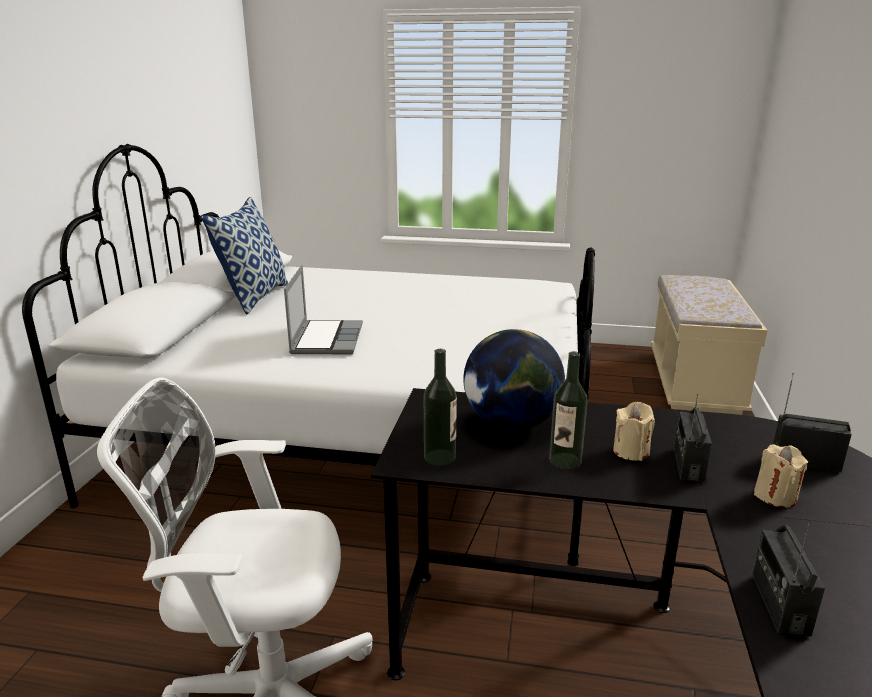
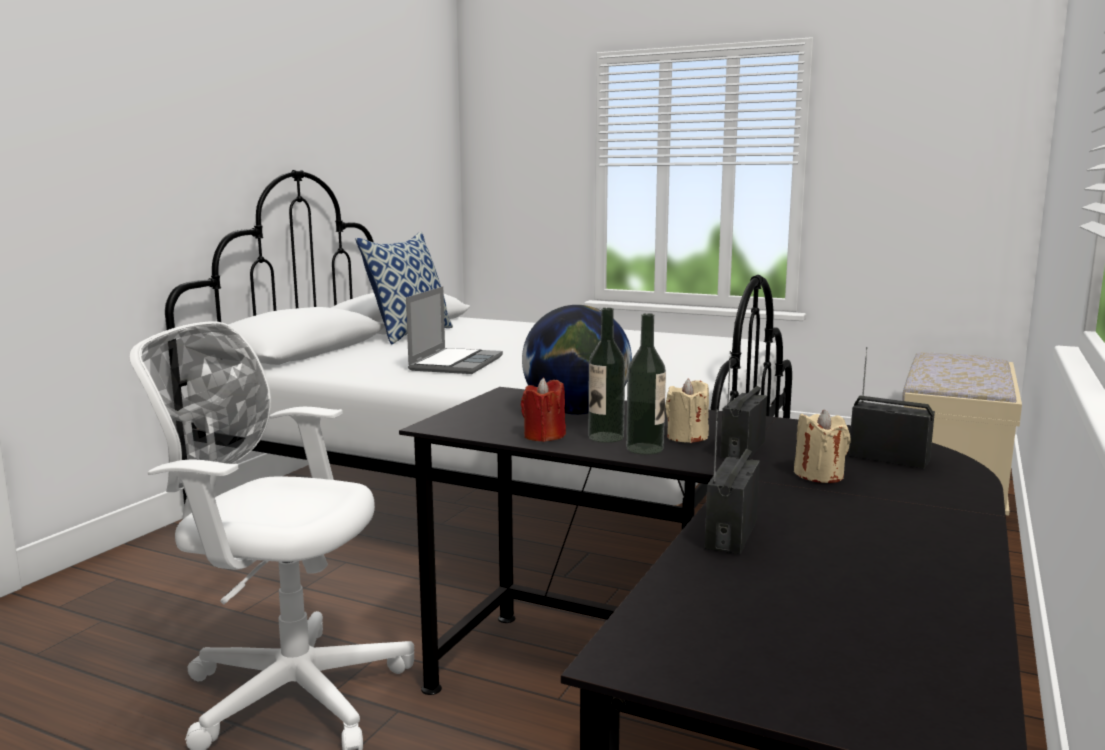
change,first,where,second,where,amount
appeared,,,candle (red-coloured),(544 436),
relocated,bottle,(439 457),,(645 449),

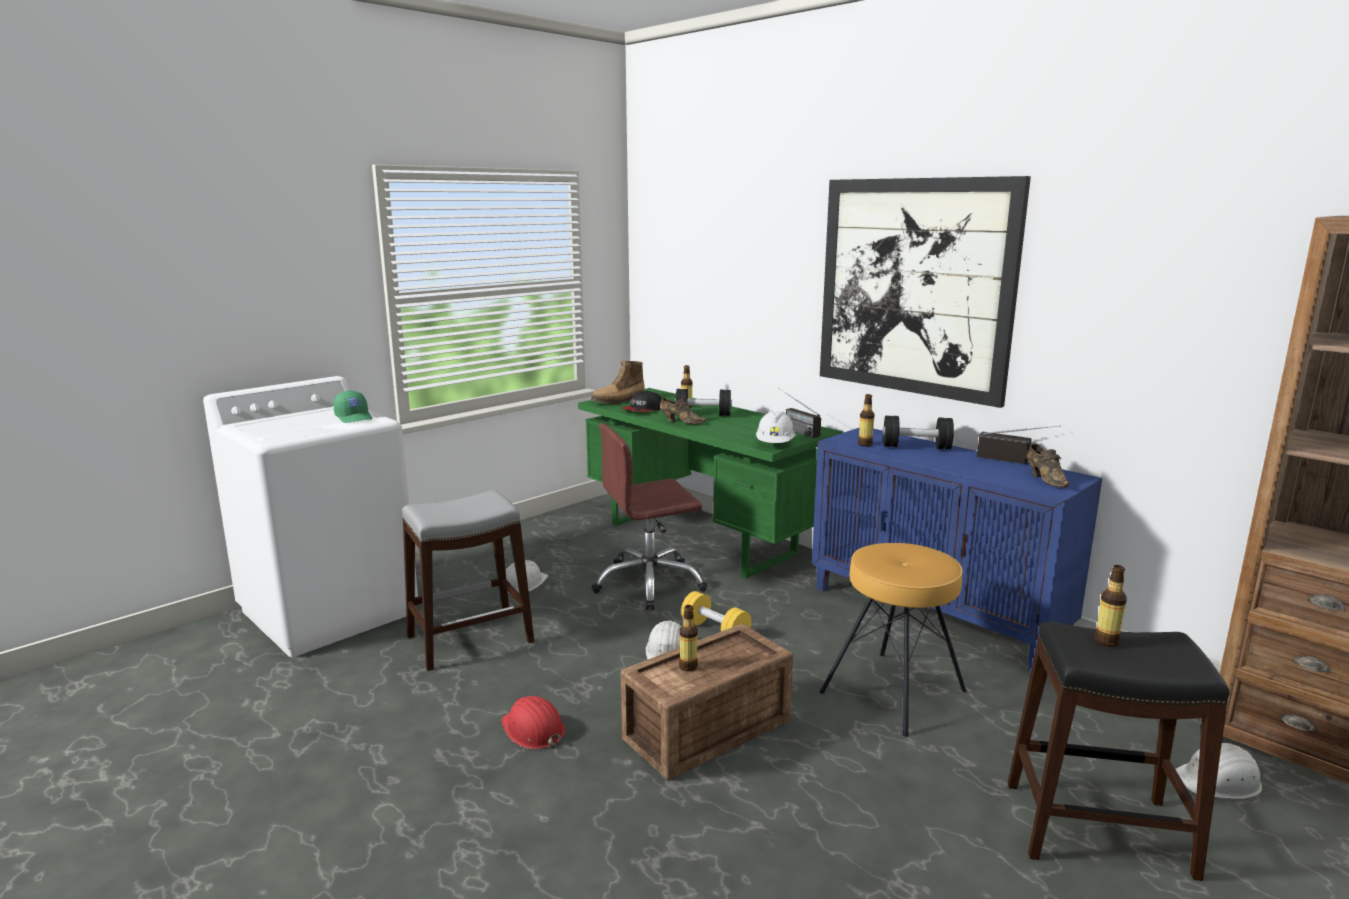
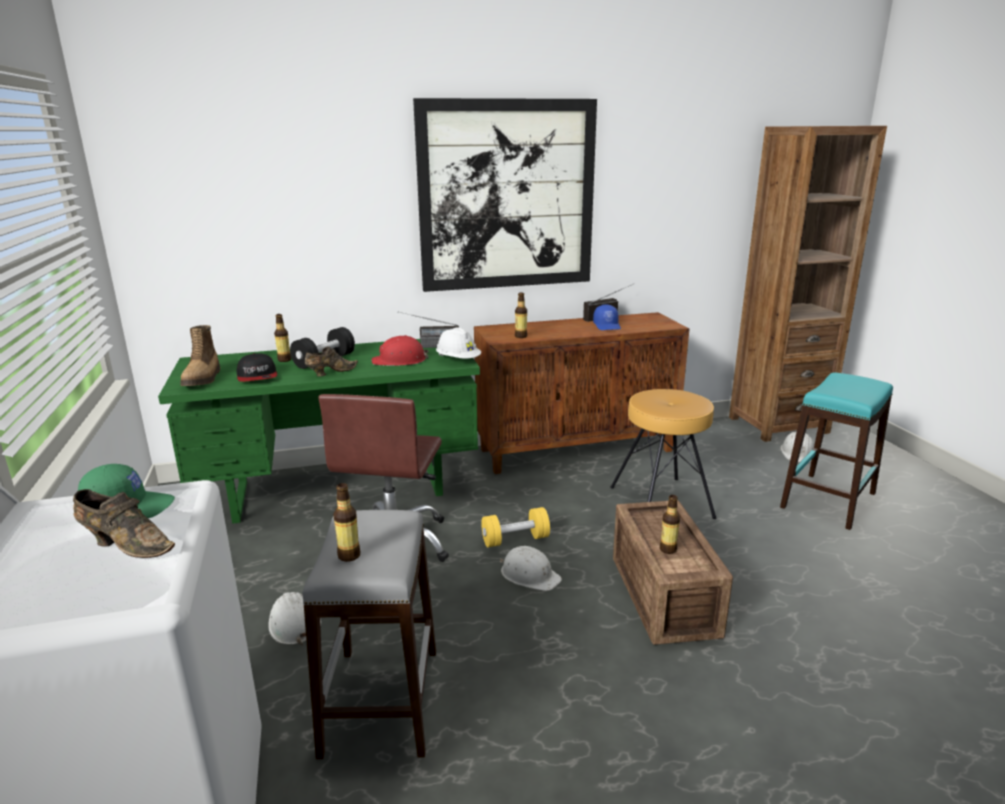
change,first,where,second,where,amount
missing,hand weight (black-coloured),(916 447),,,
appeared,,,cap (bluish),(607 326),
relocated,work helmet (red-coloured),(533 730),,(400 360),
relocated,low shoe (brown-coloured),(1045 479),,(126 545),
relocated,bottle,(1106 641),,(349 555),
colour,cabinet (bluish),(936 615),cabinet (brown-coloured),(576 449),
colour,stool (black-coloured),(1098 830),stool (turquoise),(829 500),

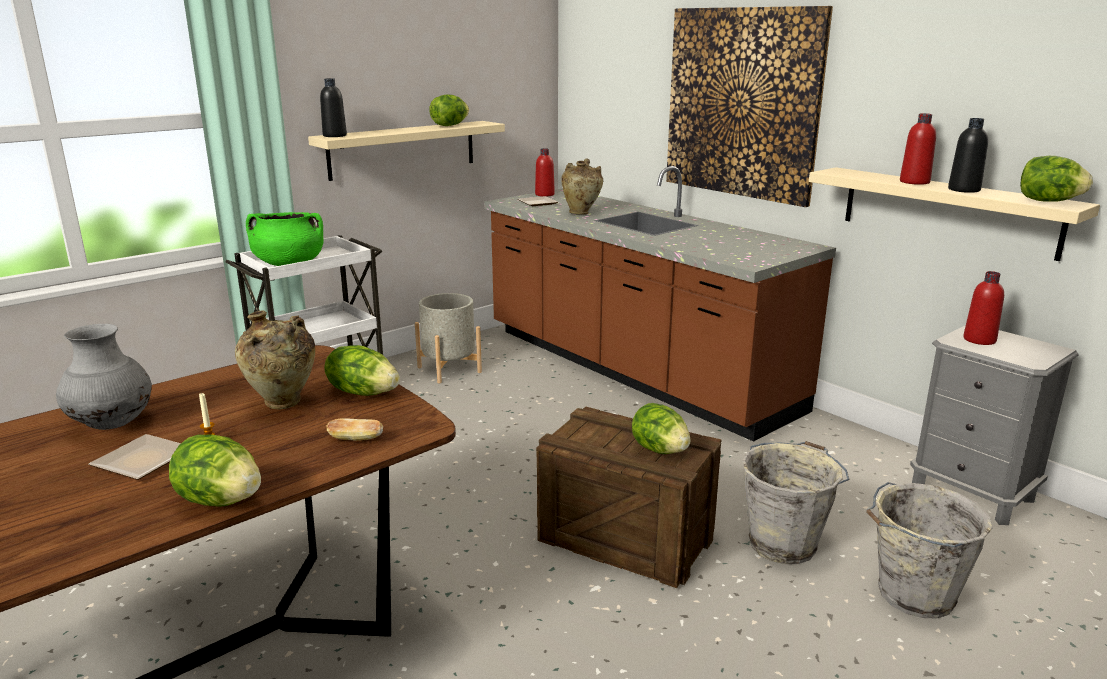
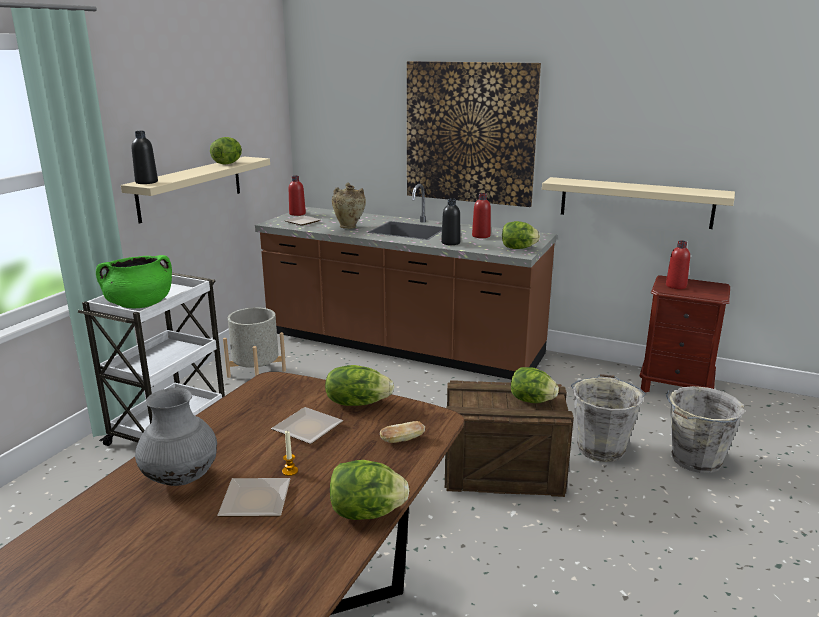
change,first,where,second,where,amount
relocated,bottle (red-coloured),(914 182),,(481 236),
relocated,bottle (black-coloured),(964 190),,(450 243),
relocated,lettuce,(1048 201),,(518 248),
exchanged,vase (beige-coloured),(283 405),dinner plate,(307 427),
colour,bedside table (gray),(972 493),bedside table (brown-coloured),(676 387),

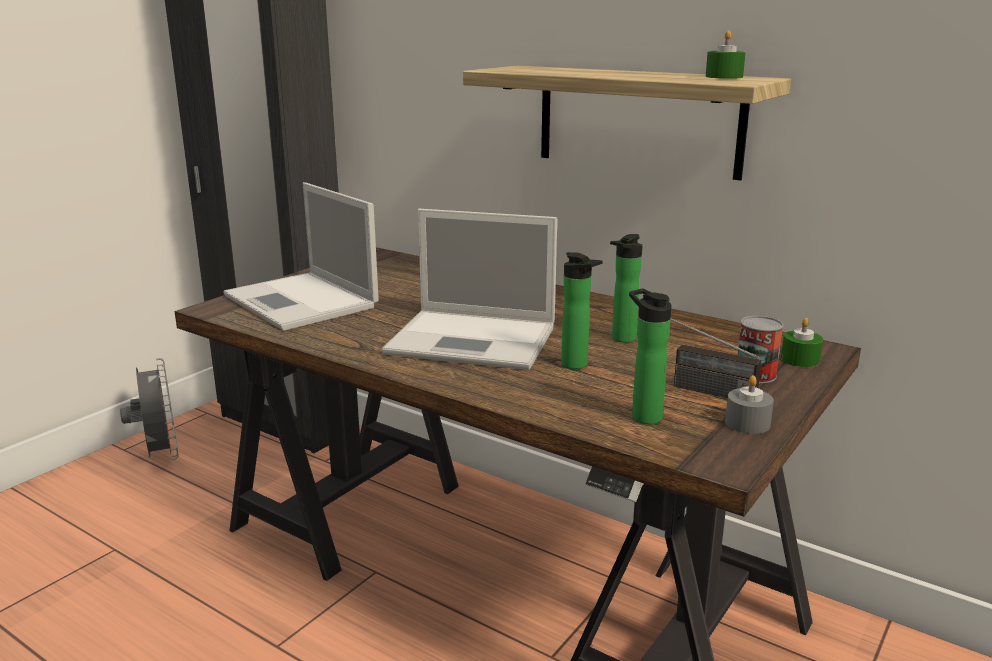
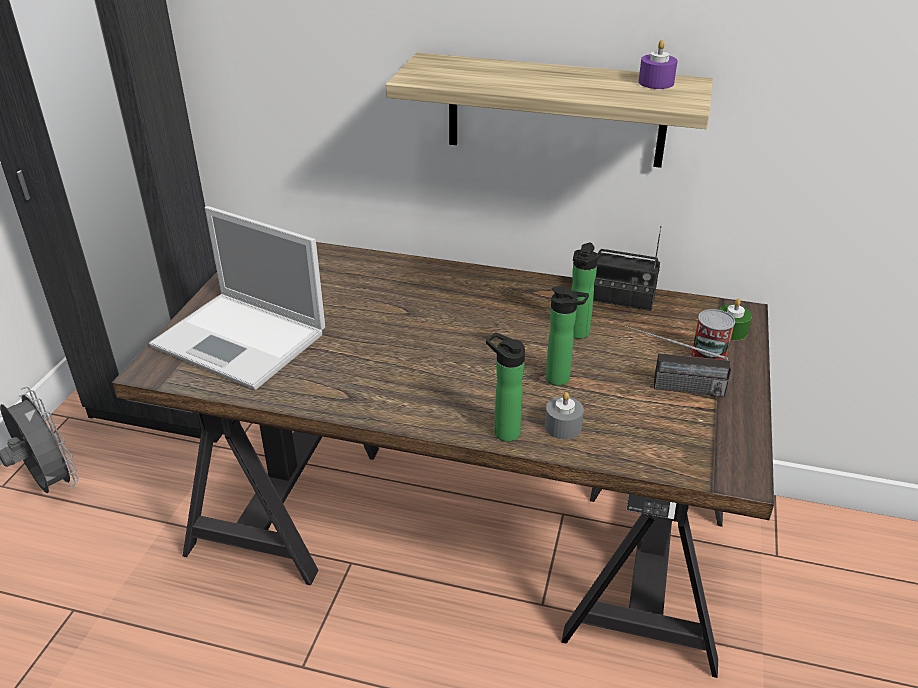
change,first,where,second,where,amount
missing,portable computer,(475 340),,,
appeared,,,radio,(622 300),
relocated,bottle,(643 416),,(503 431),
relocated,candle (gray),(747 423),,(563 426),
colour,candle (green-coloured),(724 77),candle (purplish),(656 82),

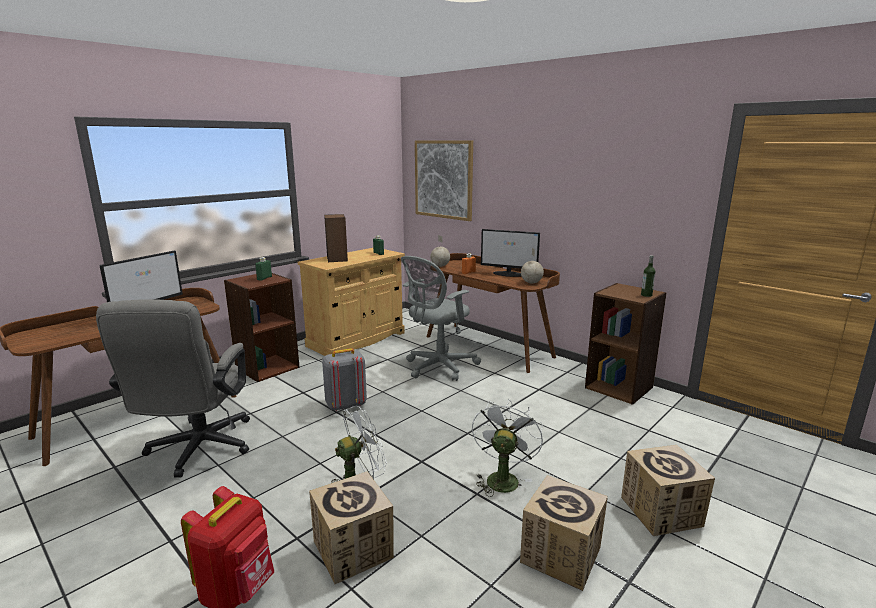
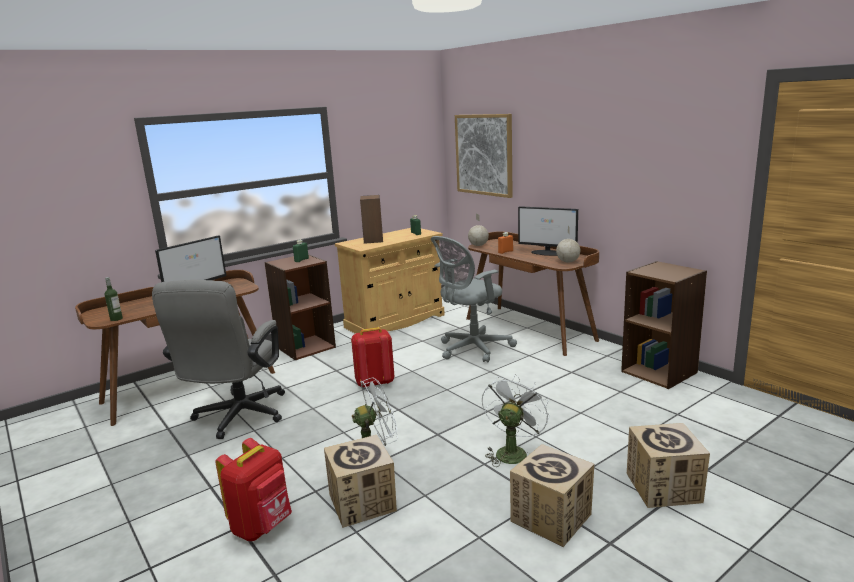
change,first,where,second,where,amount
relocated,bottle,(646 295),,(116 319),
colour,backpack (gray),(345 405),backpack (red-coloured),(374 382),

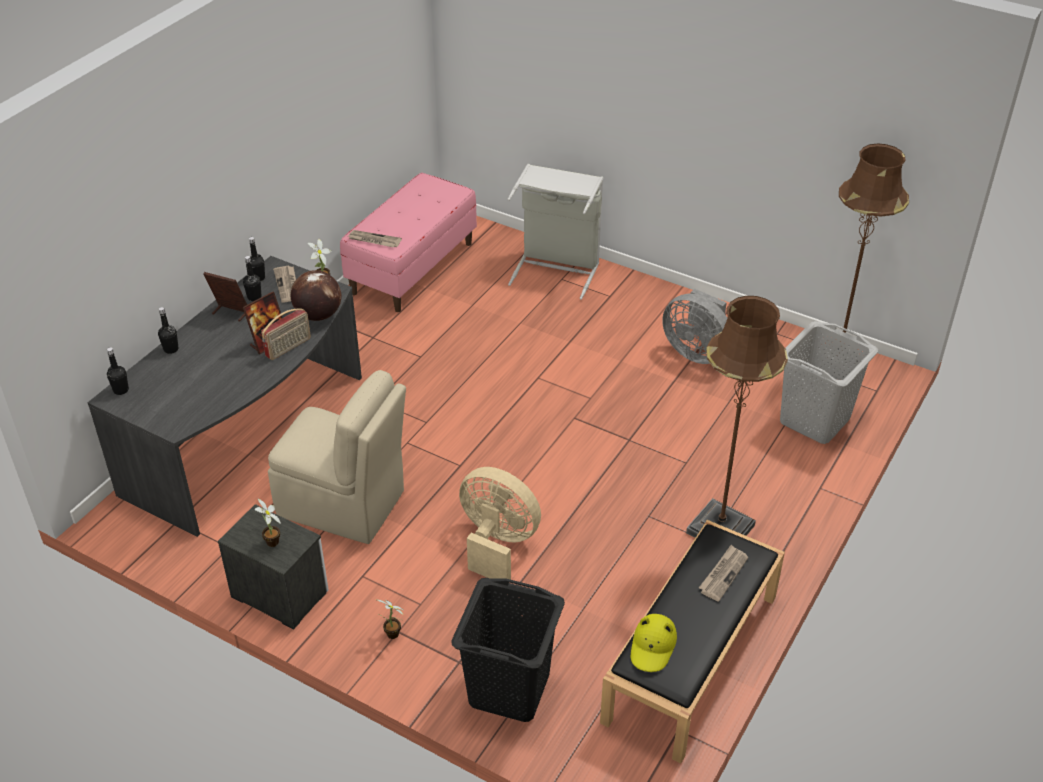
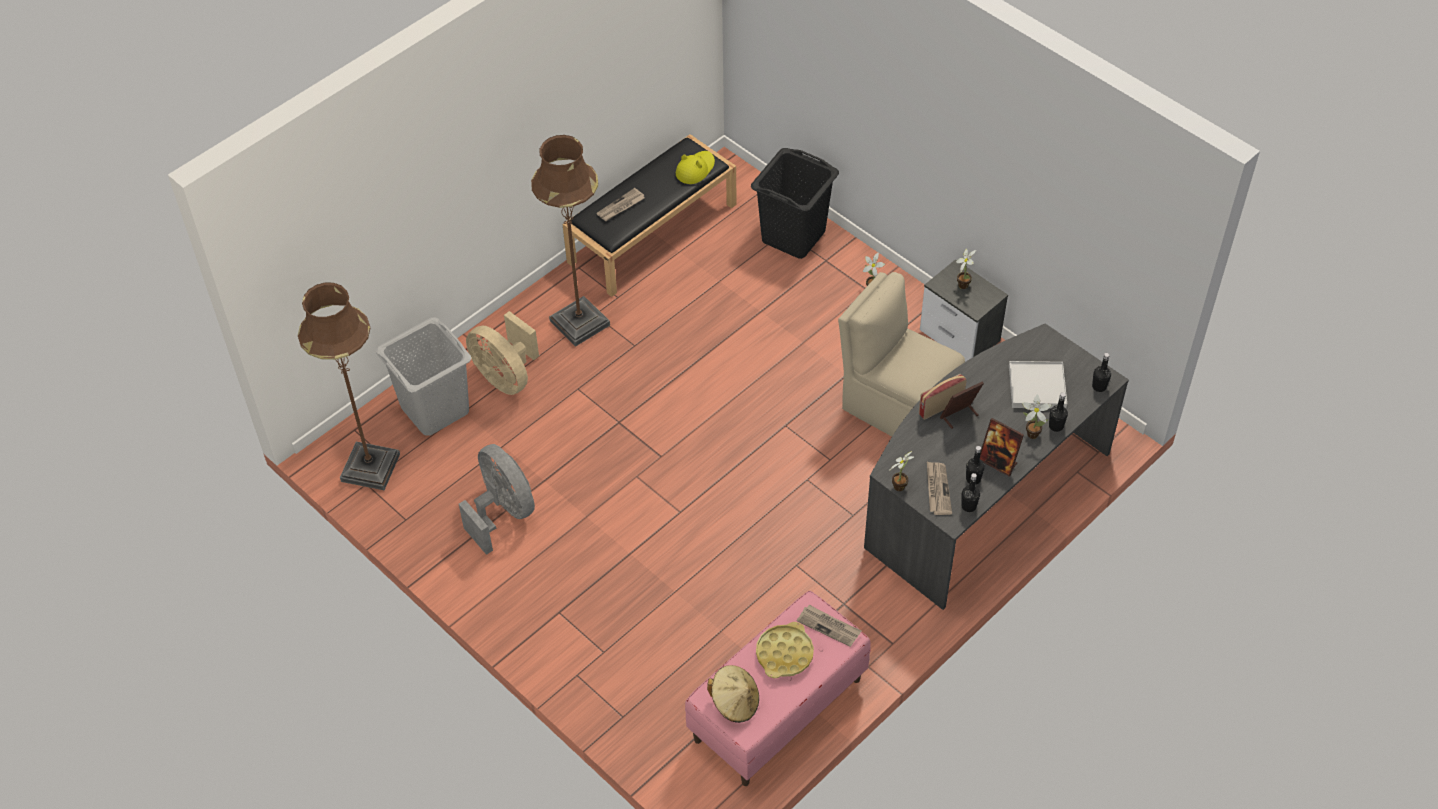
change,first,where,second,where,amount
missing,world globe,(318 315),,,
missing,washing basket (gray),(556 269),,,
appeared,,,wearable hat (beige-coloured),(735 702),
appeared,,,serving tray (yellow-coloured),(784 654),
appeared,,,serving tray (white),(1036 387),
appeared,,,houseplant,(1030 433),
relocated,cooling fan (beige-coloured),(497 543),,(506 377),

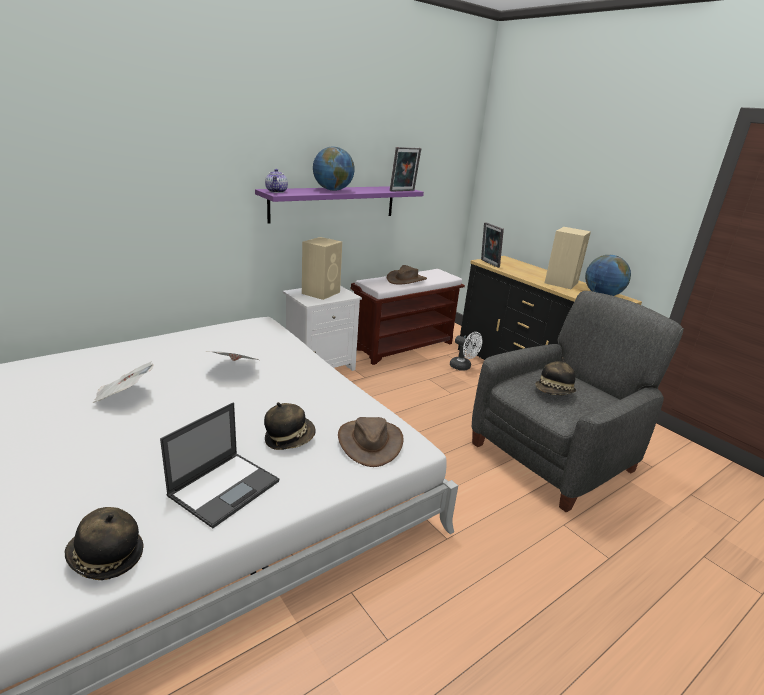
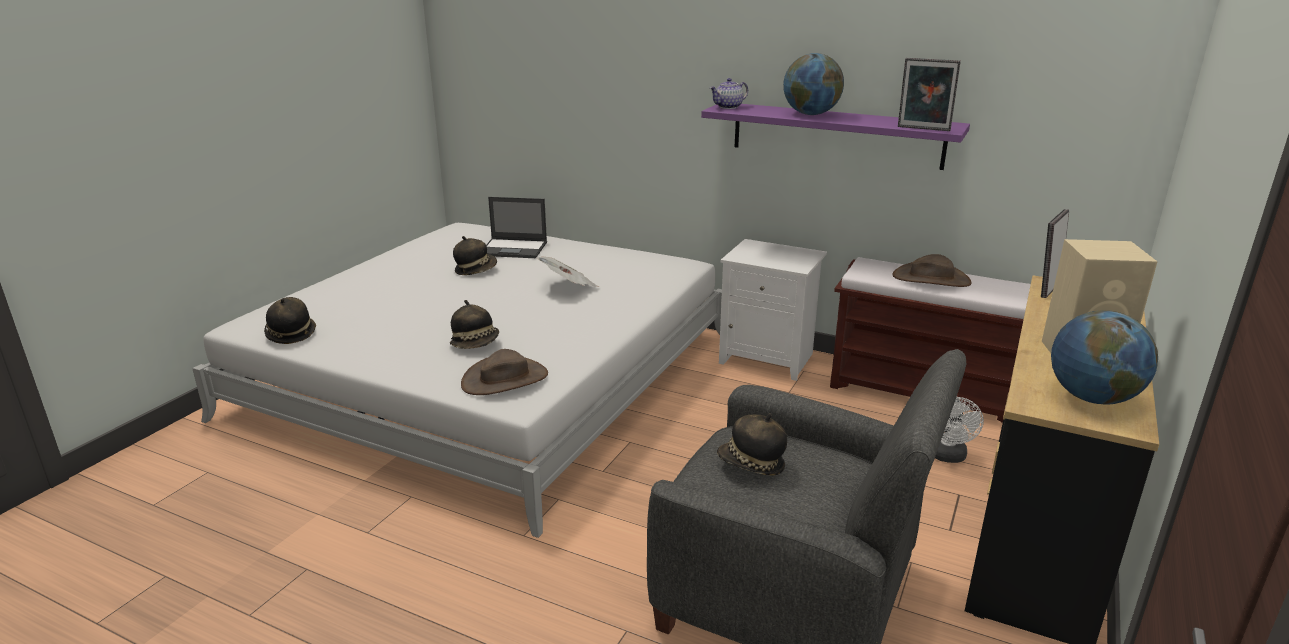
change,first,where,second,where,amount
missing,speaker (beige-coloured),(321 292),,,
relocated,portable computer,(225 487),,(514 249),
exchanged,newspaper,(124 396),wearable hat,(475 270),

